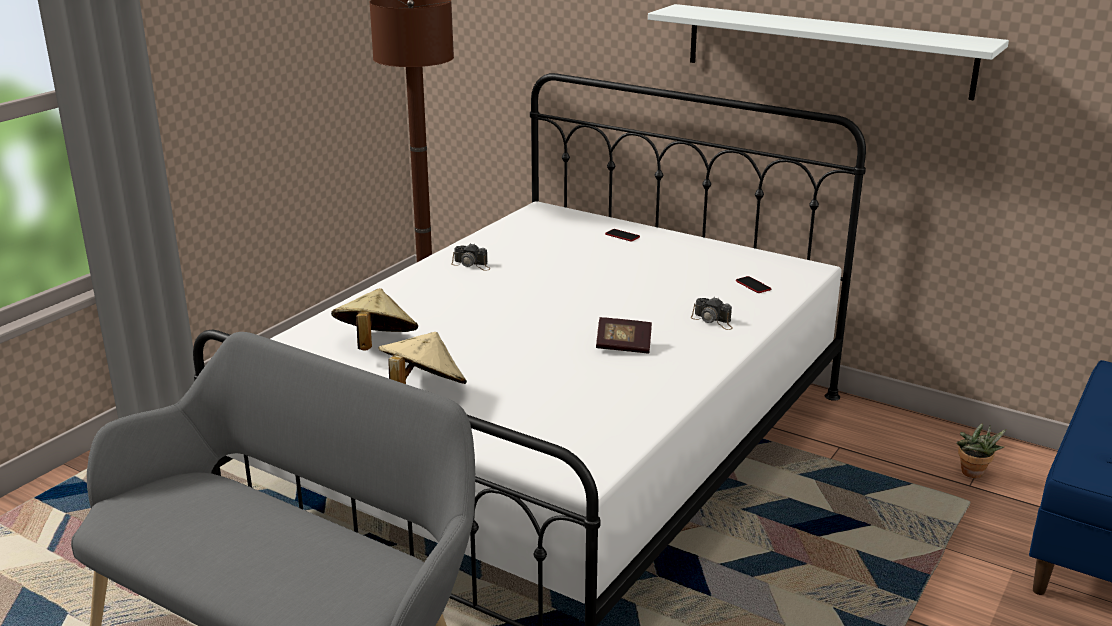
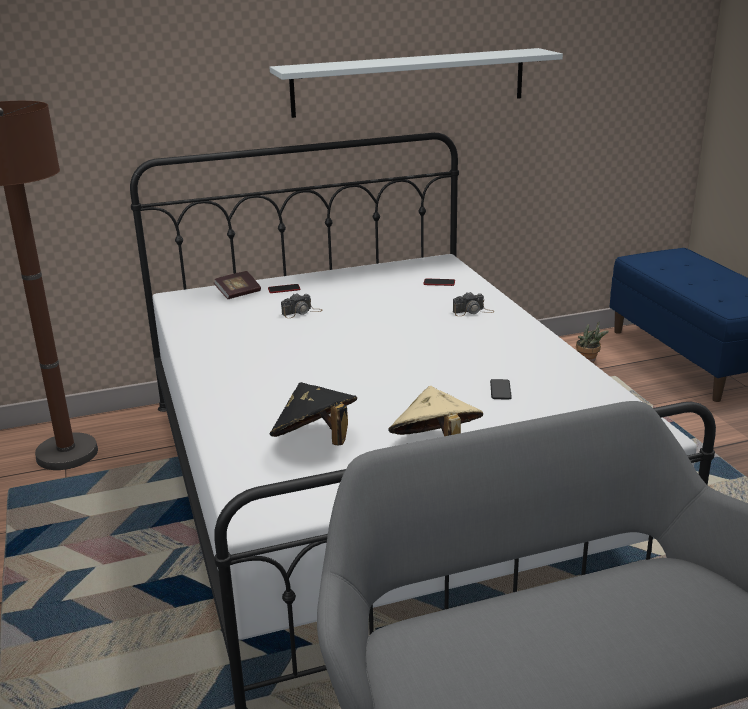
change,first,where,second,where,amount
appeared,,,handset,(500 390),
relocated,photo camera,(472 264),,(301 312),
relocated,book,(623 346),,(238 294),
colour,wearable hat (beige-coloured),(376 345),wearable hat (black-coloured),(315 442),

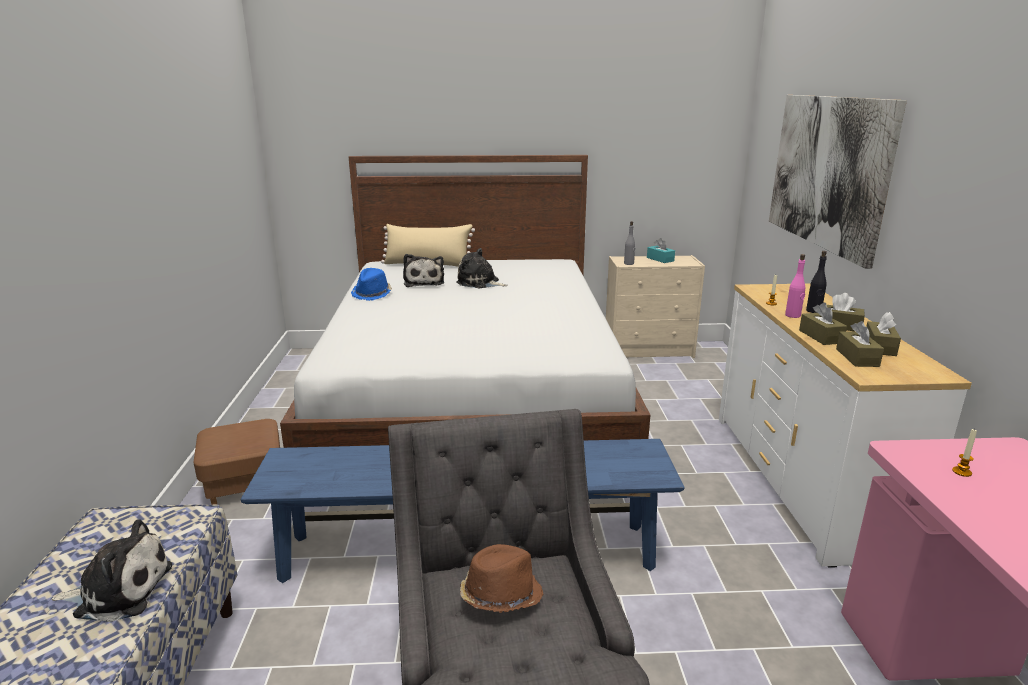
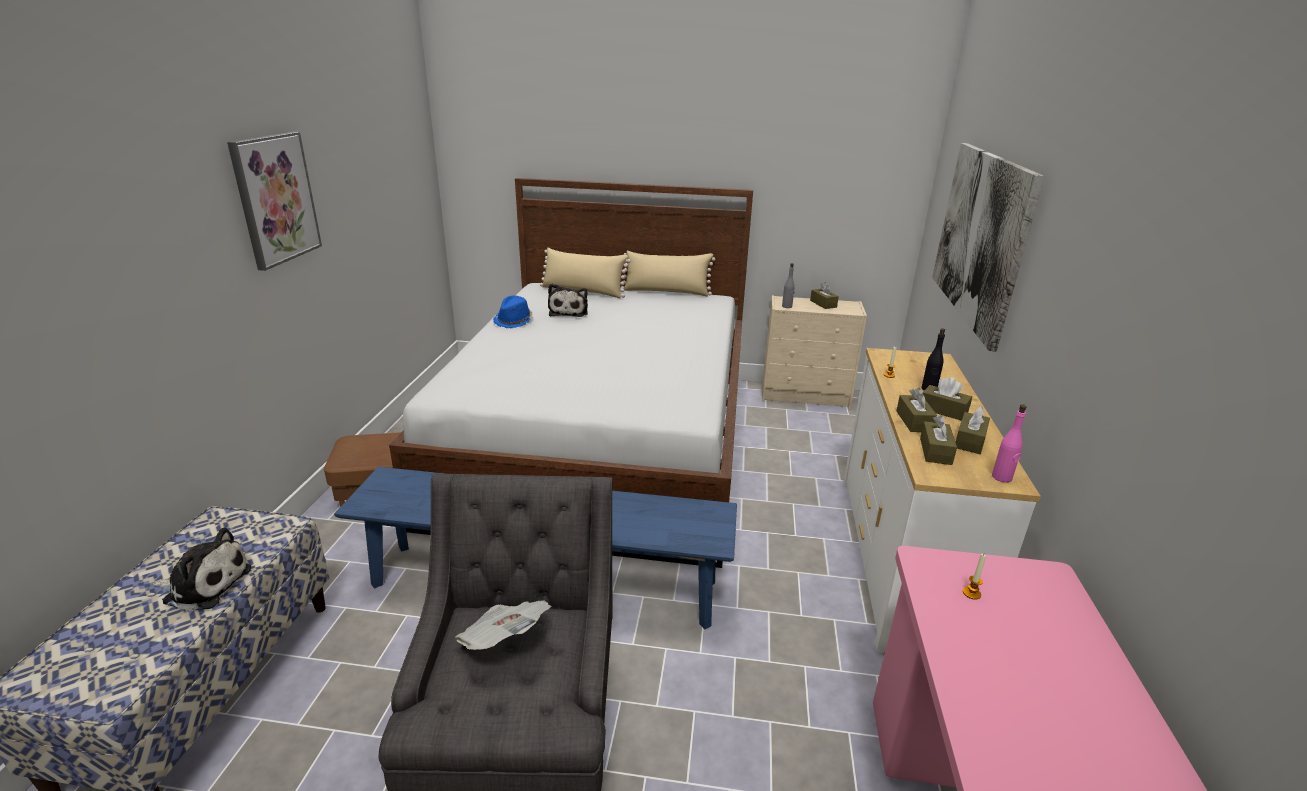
change,first,where,second,where,amount
missing,cuddly toy,(479 283),,,
appeared,,,wall picture,(275 199),
appeared,,,pillow (beige-coloured),(666 292),
relocated,bottle (pink),(793 315),,(1002 477),
exchanged,wearable hat (brown-coloured),(500 595),newspaper,(504 640),
colour,box of tissues (turquoise),(660 259),box of tissues (brown-coloured),(823 304),

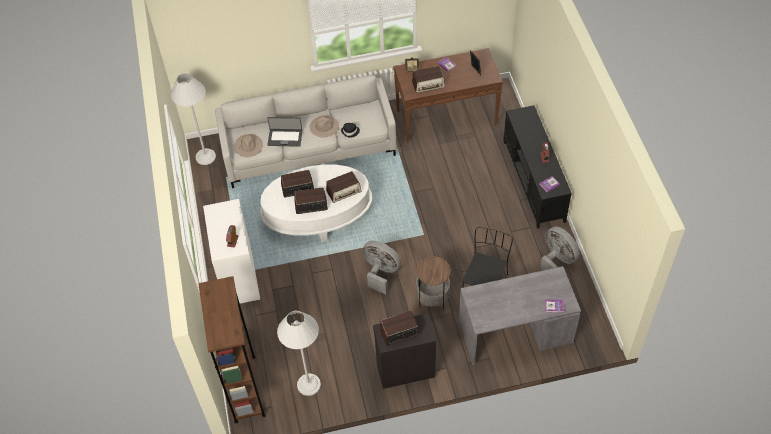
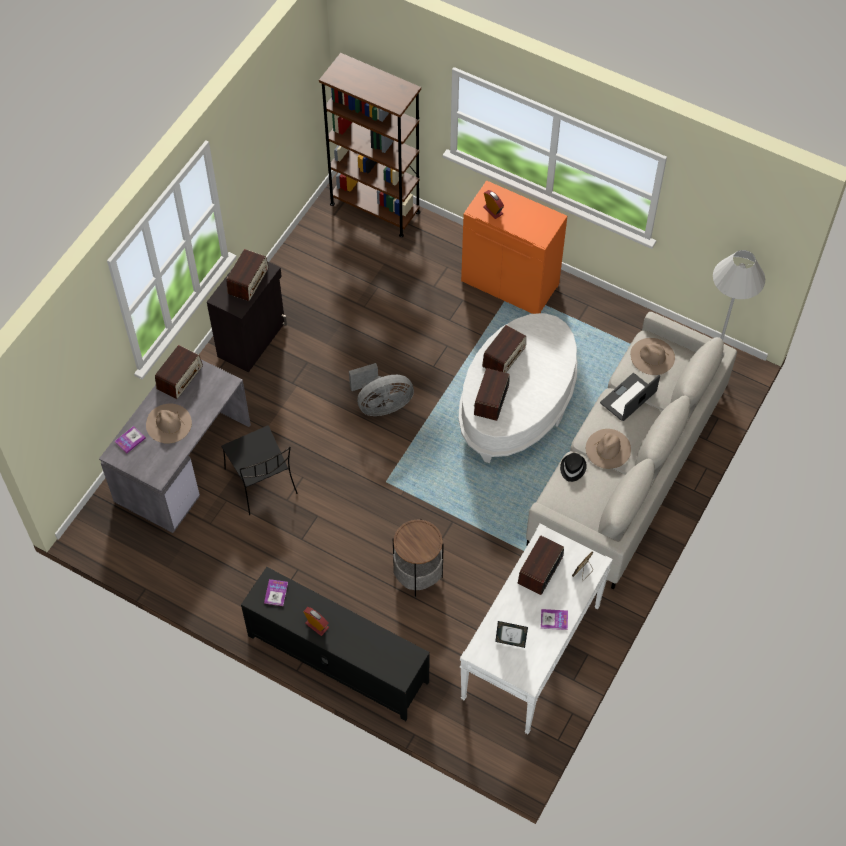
change,first,where,second,where,amount
missing,standard lamp (white),(309 385),,,
missing,cooling fan (gray),(557 260),,,
appeared,,,wearable hat (beige-coloured),(168 423),
relocated,radio,(297 188),,(180 377),
relocated,side table,(433 298),,(418 575),
colour,cabinet (white),(237 276),cabinet (orange-coloured),(511 282),
colour,hall table (brown-coloured),(446 117),hall table (white),(531 653),

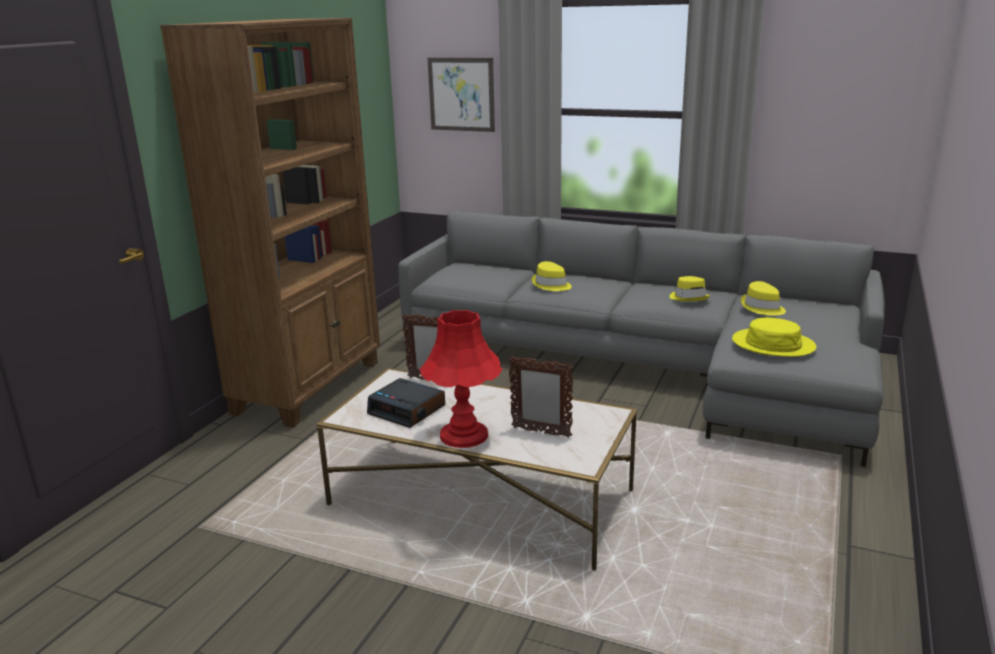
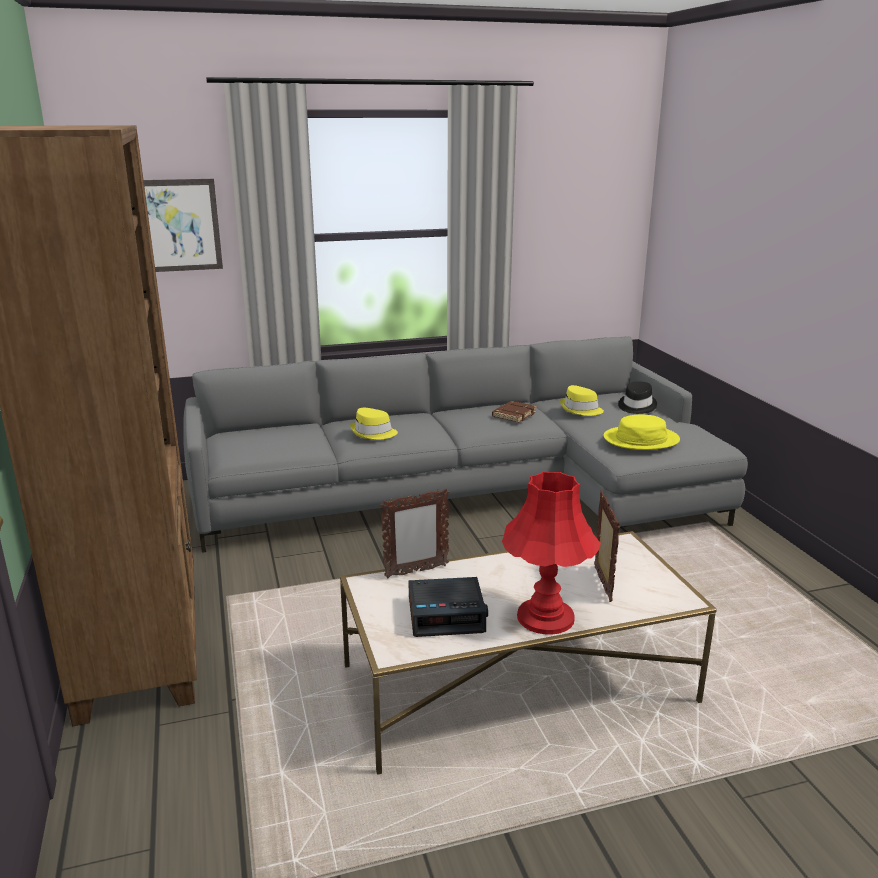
change,first,where,second,where,amount
appeared,,,wearable hat (black-coloured),(636 406),
exchanged,wearable hat (yellow-coloured),(689 297),book (brown-coloured),(514 415),
spun,picture frame,(540 432),,(602 584),75 degrees counterclockwise

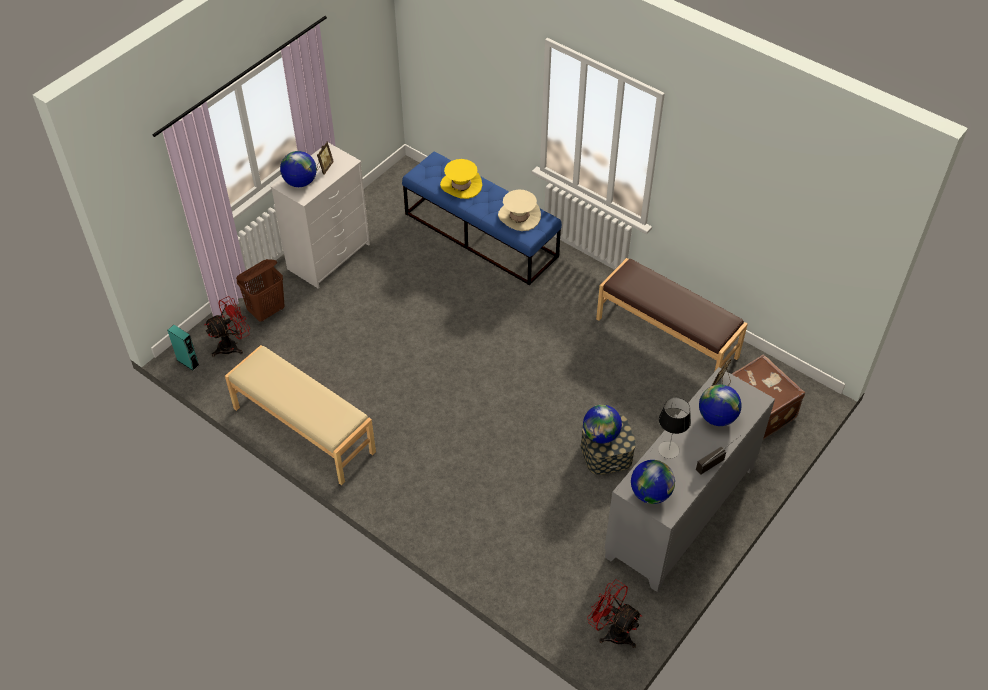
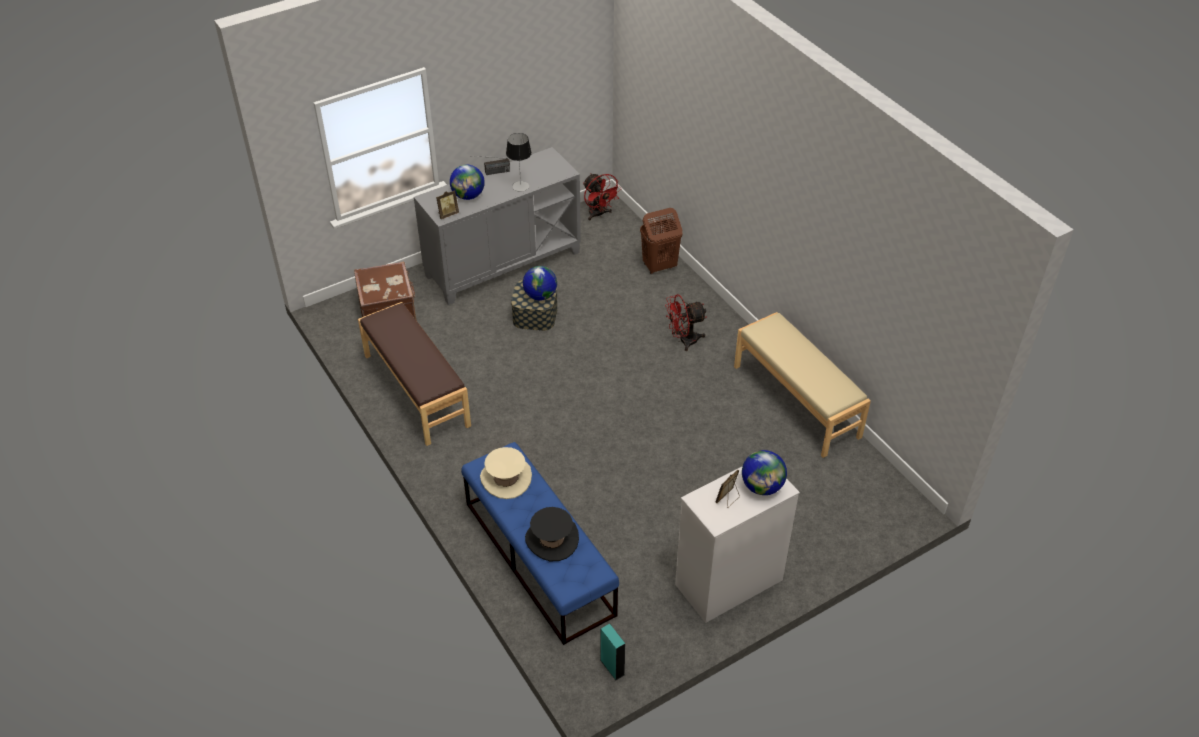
change,first,where,second,where,amount
missing,world globe,(650 493),,,
relocated,speaker (turquoise),(188 362),,(612 667),
relocated,cooling fan (red-coloured),(232 345),,(683 340),
relocated,washing basket (brown-coloured),(267 311),,(659 266),
colour,wearable hat (yellow-coloured),(461 185),wearable hat (black-coloured),(552 539),

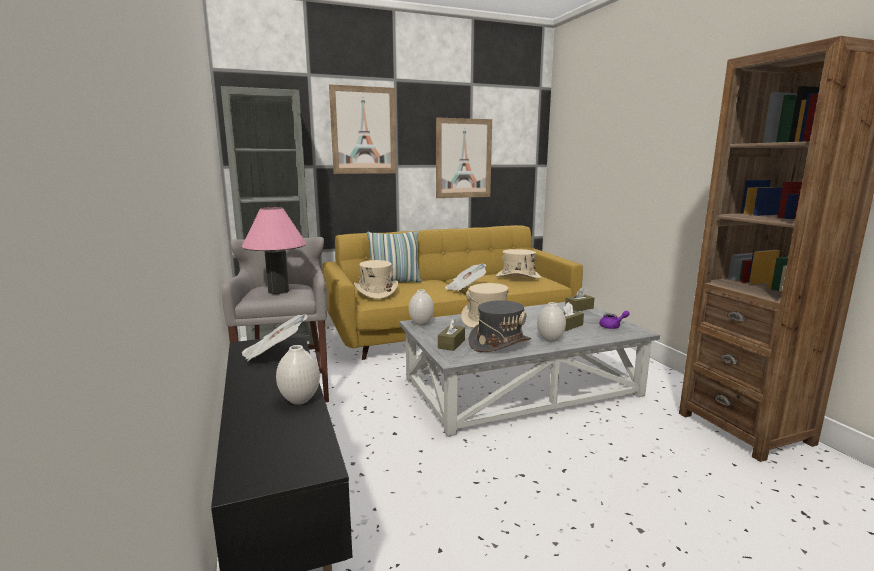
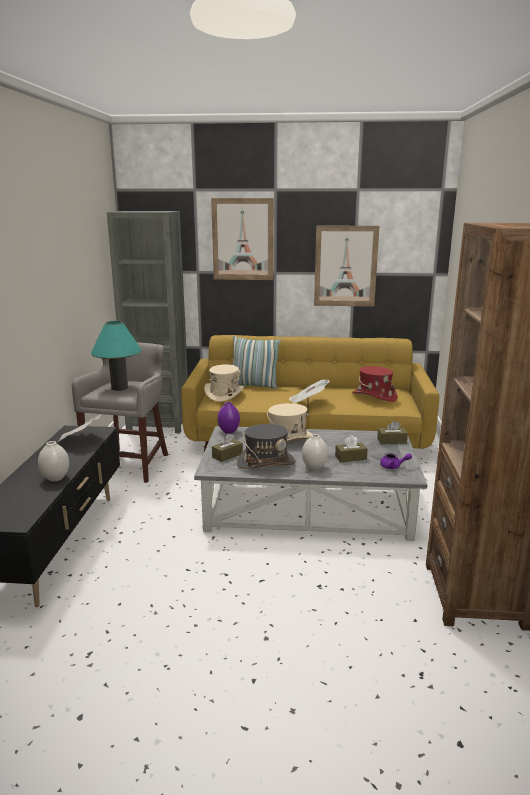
change,first,where,second,where,amount
colour,table lamp (pink),(278 291),table lamp (turquoise),(119 388),
colour,vase (white),(421 323),vase (purplish),(228 431),
colour,wearable hat (beige-coloured),(518 277),wearable hat (red-coloured),(374 396),

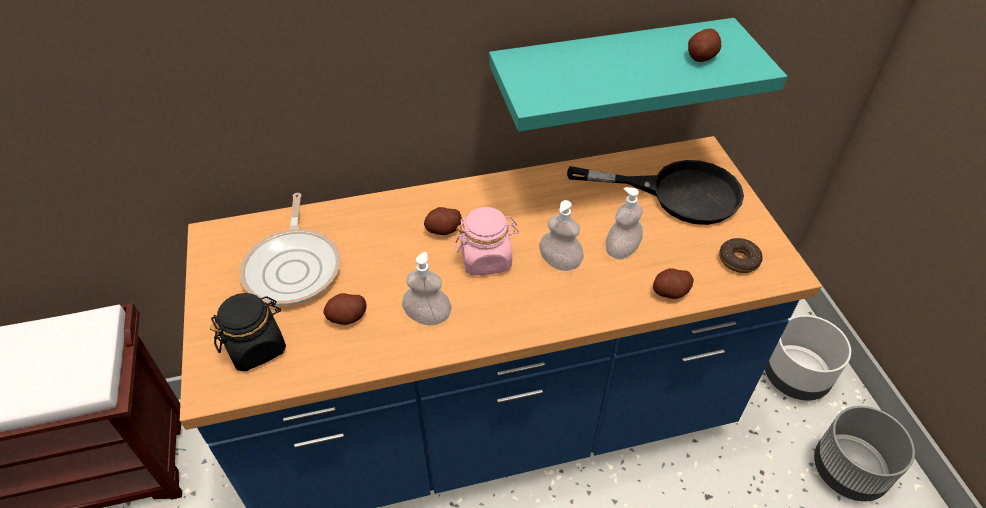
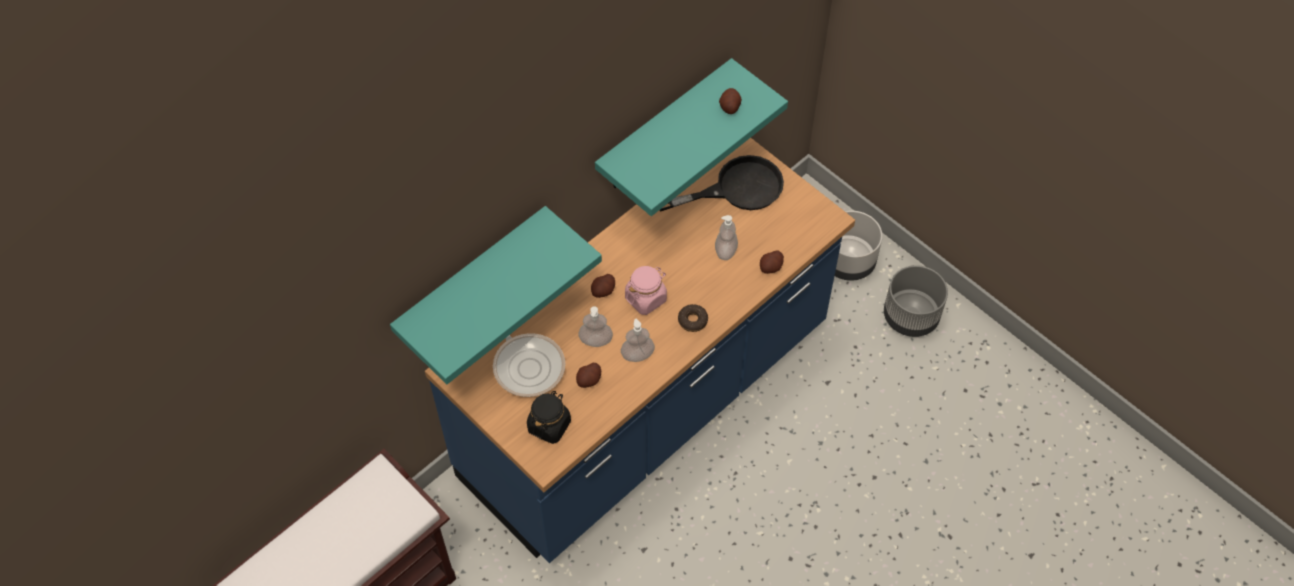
change,first,where,second,where,amount
appeared,,,wall shelf (turquoise),(472 281),
relocated,soap bottle,(560 262),,(595 340),
relocated,ring doughnut,(738 260),,(692 320),

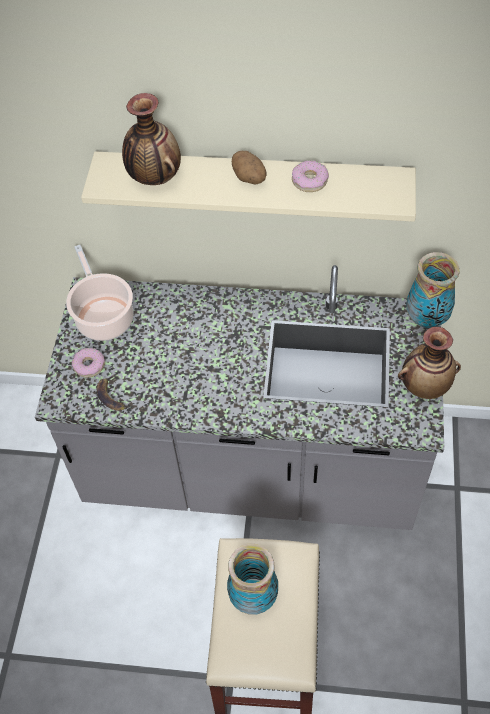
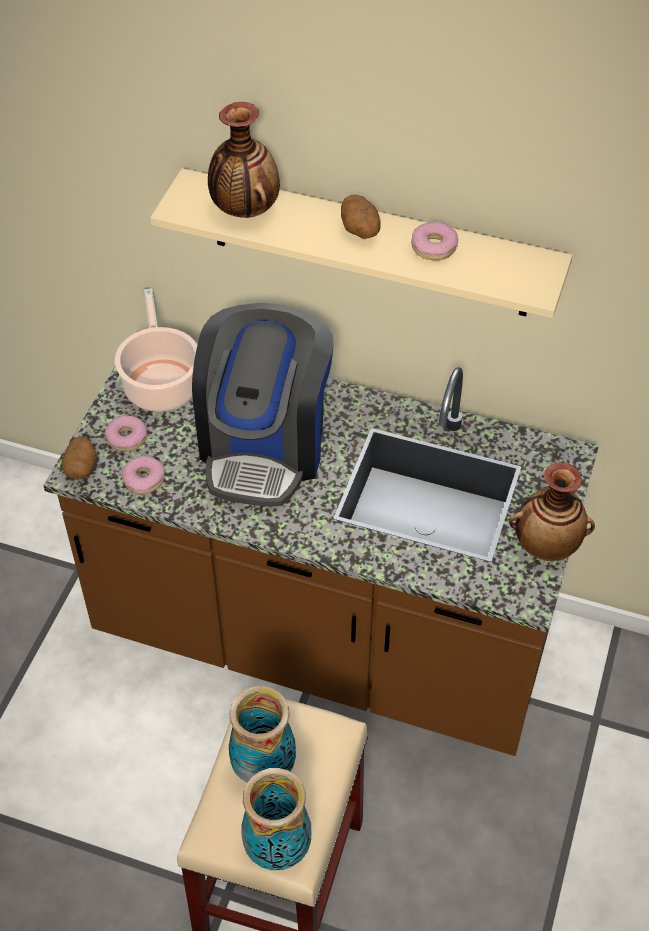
change,first,where,second,where,amount
appeared,,,spud,(81 468),
appeared,,,coffee machine,(265 445),
relocated,vase,(426 318),,(278 847),
exchanged,banana fruit,(111 396),ring doughnut,(144 479),
colour,kitchen base unit (gray),(251 468),kitchen base unit (brown-coloured),(324 636),

